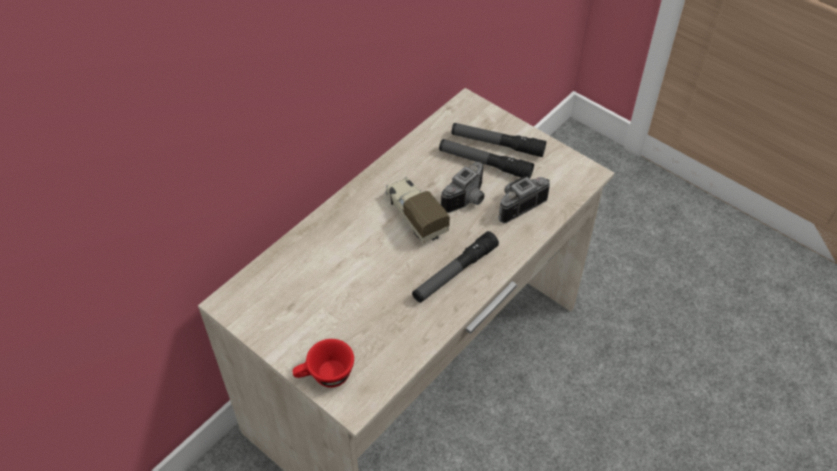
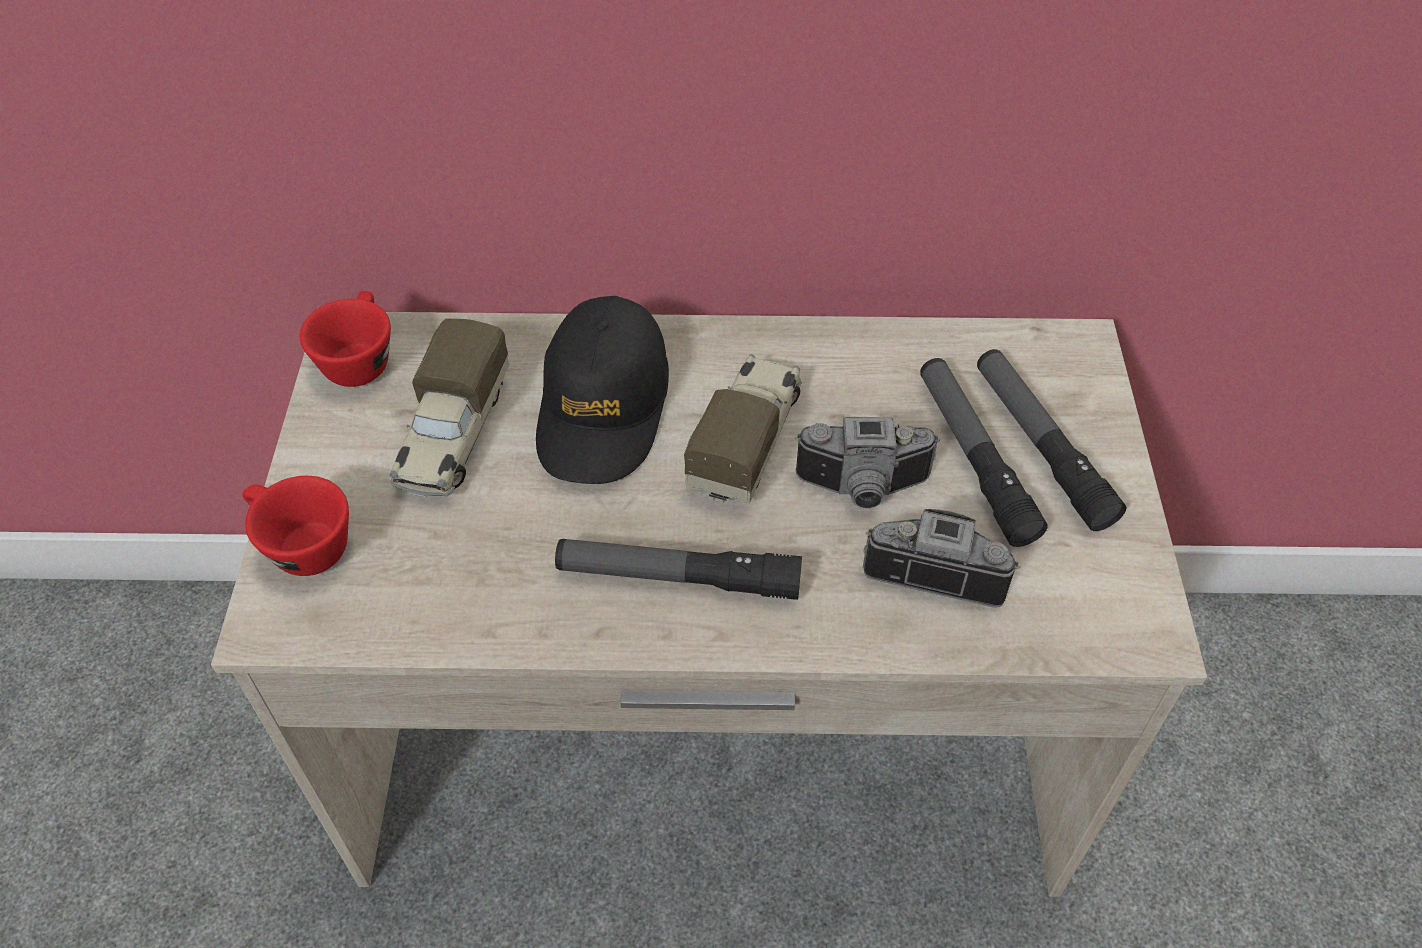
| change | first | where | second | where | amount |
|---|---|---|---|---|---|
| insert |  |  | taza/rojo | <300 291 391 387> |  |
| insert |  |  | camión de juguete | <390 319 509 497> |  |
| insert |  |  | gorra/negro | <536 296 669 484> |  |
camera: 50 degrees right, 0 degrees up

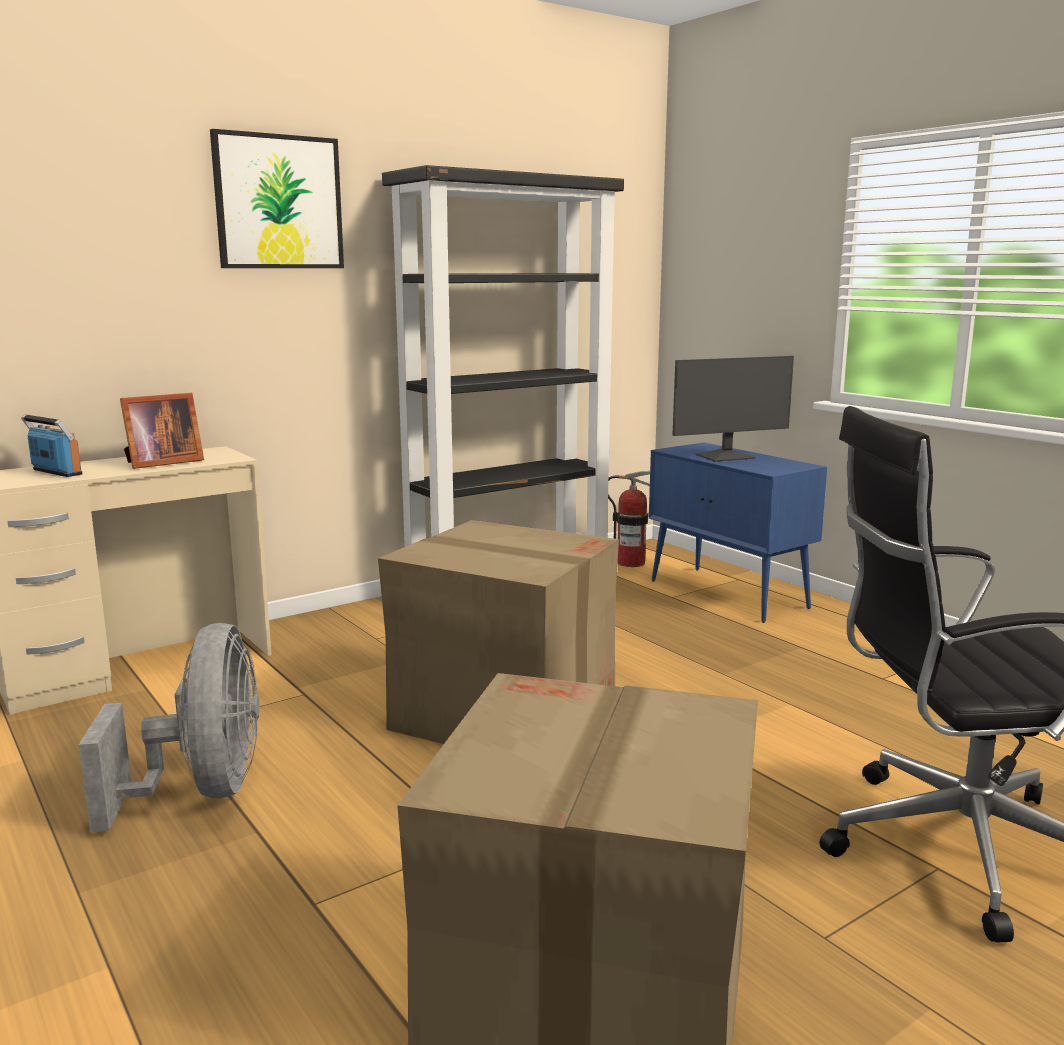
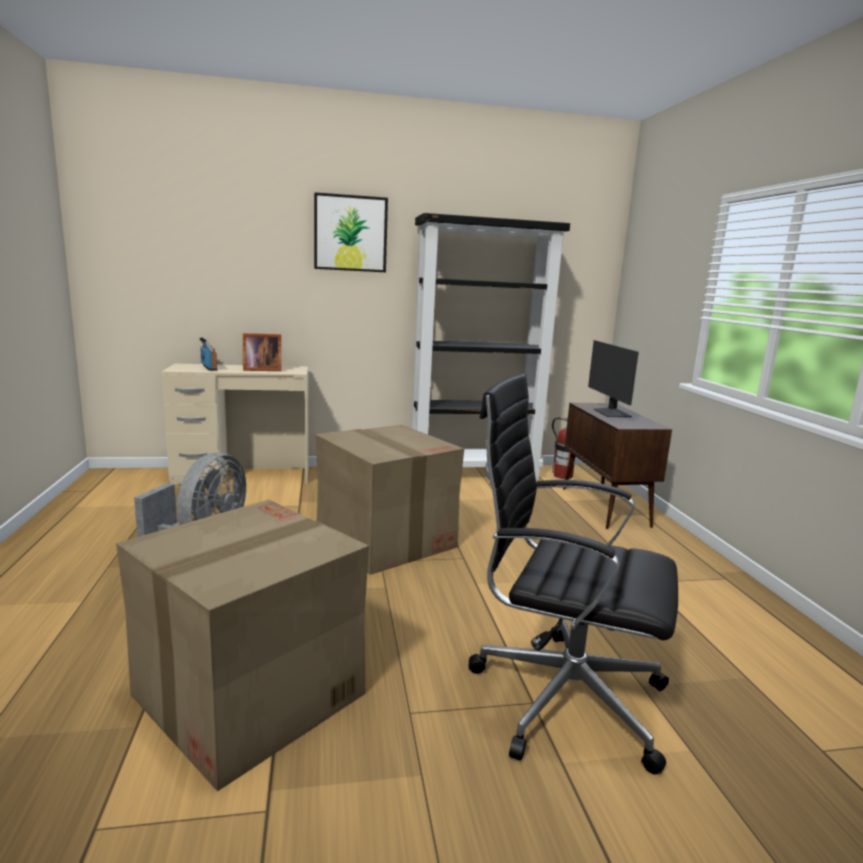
| change | first | where | second | where | amount |
|---|---|---|---|---|---|
| recolor | armario/azul | <649 442 827 623> | armario/marrón | <563 403 672 529> |  |
| rotate | monitor | <672 356 794 462> |  | <588 340 639 417> | 75 degrees clockwise |
camera: 25 degrees right, 0 degrees up

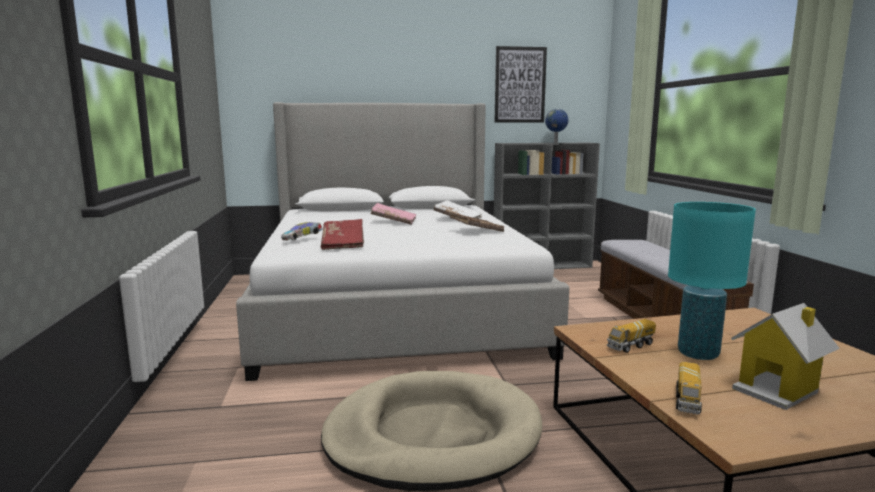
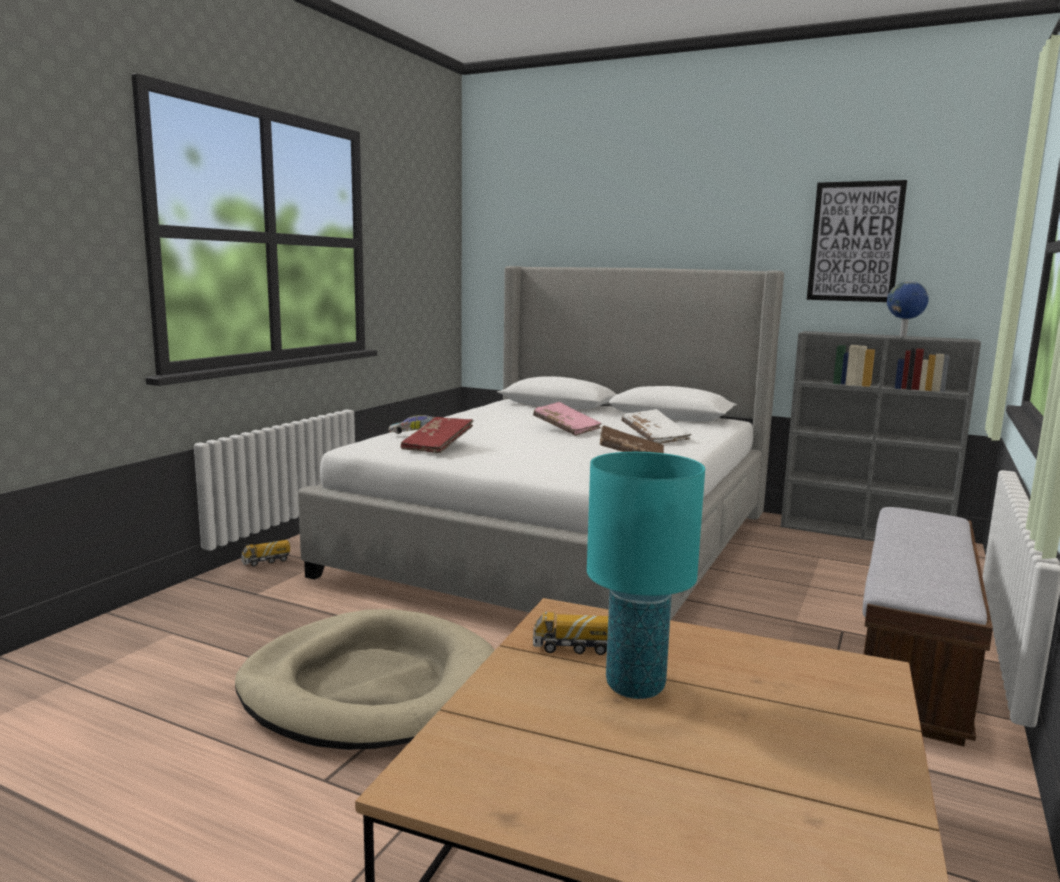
| change | first | where | second | where | amount |
|---|---|---|---|---|---|
| move | camión de juguete | <676 362 702 415> |  | <241 540 290 567> |  |
| delete | casita | <731 303 840 410> |  |  |  |
camera: 35 degrees right, 0 degrees up

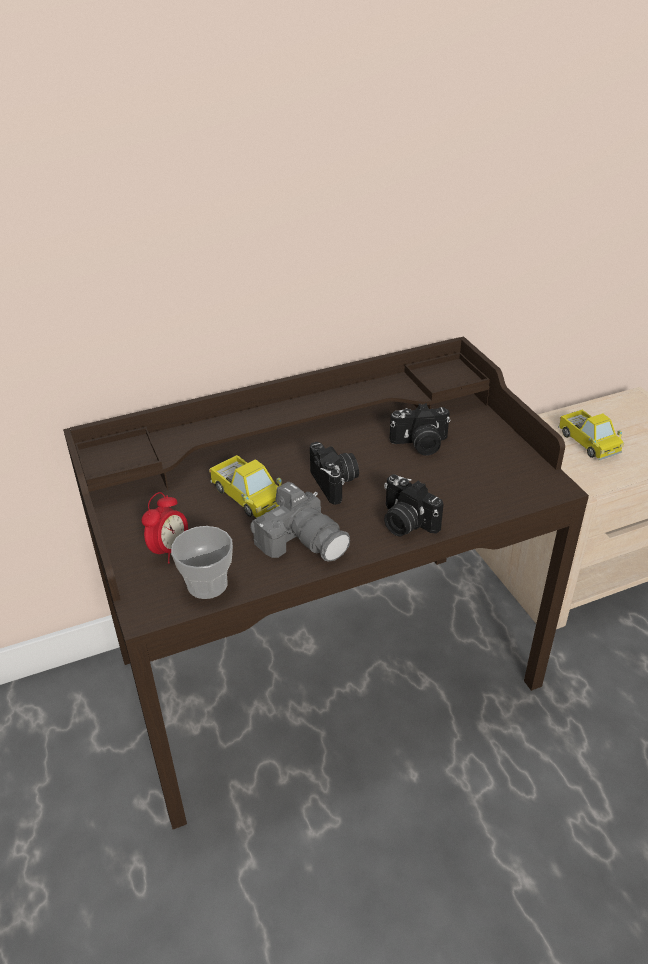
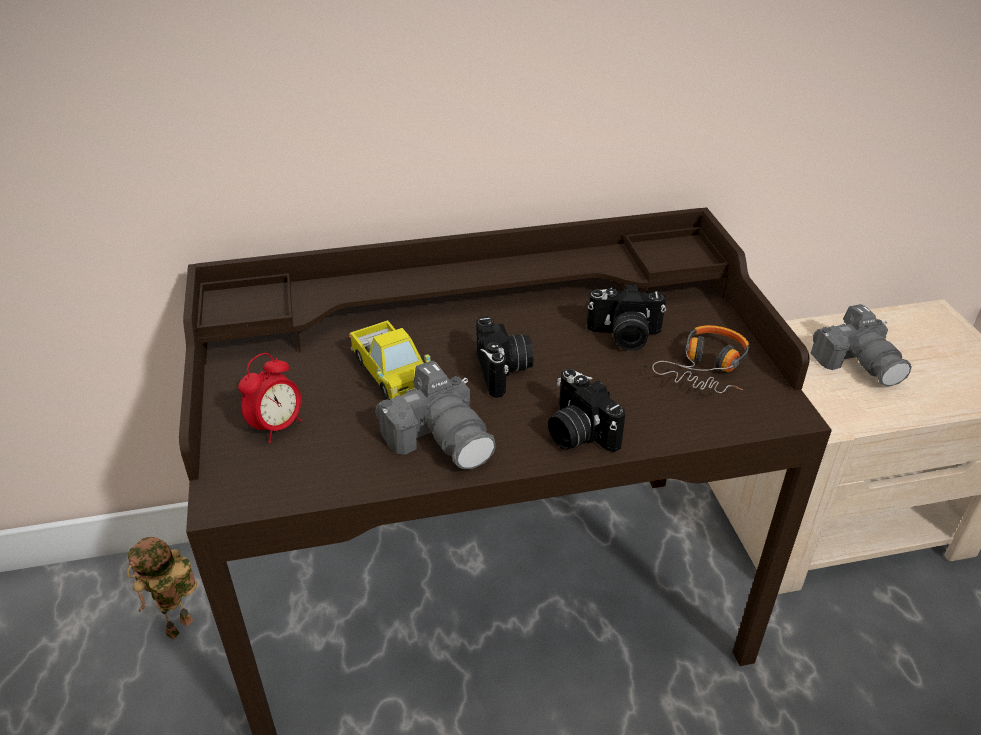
| change | first | where | second | where | amount |
|---|---|---|---|---|---|
| delete | taza | <171 526 233 599> |  |  |  |
| replace | camión de juguete | <558 410 624 460> | cámara | <811 304 911 387> |  |
| insert |  |  | robot de juguete | <127 537 197 639> |  |
| insert |  |  | auriculares | <652 325 749 393> |  |
camera: 10 degrees right, 0 degrees up

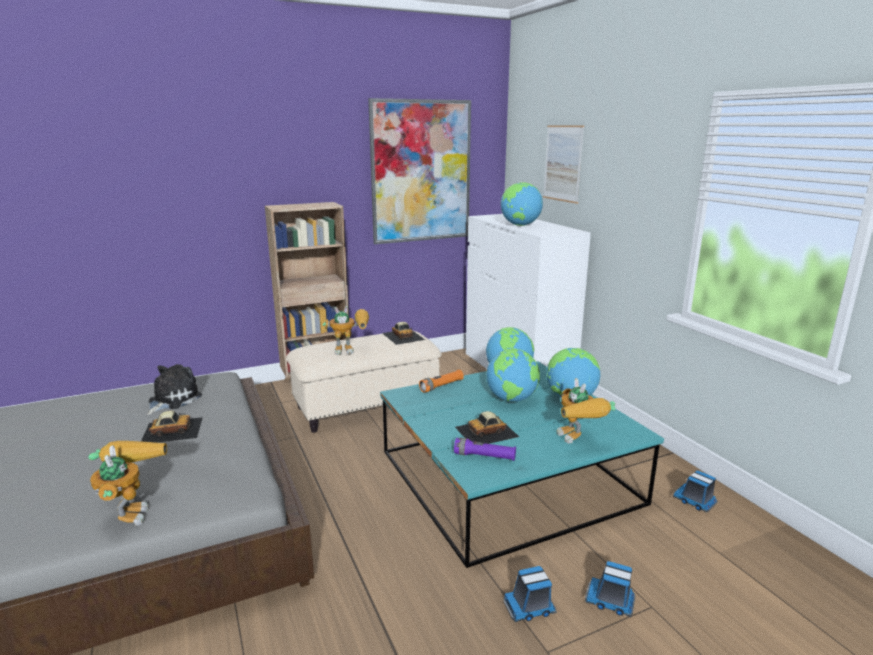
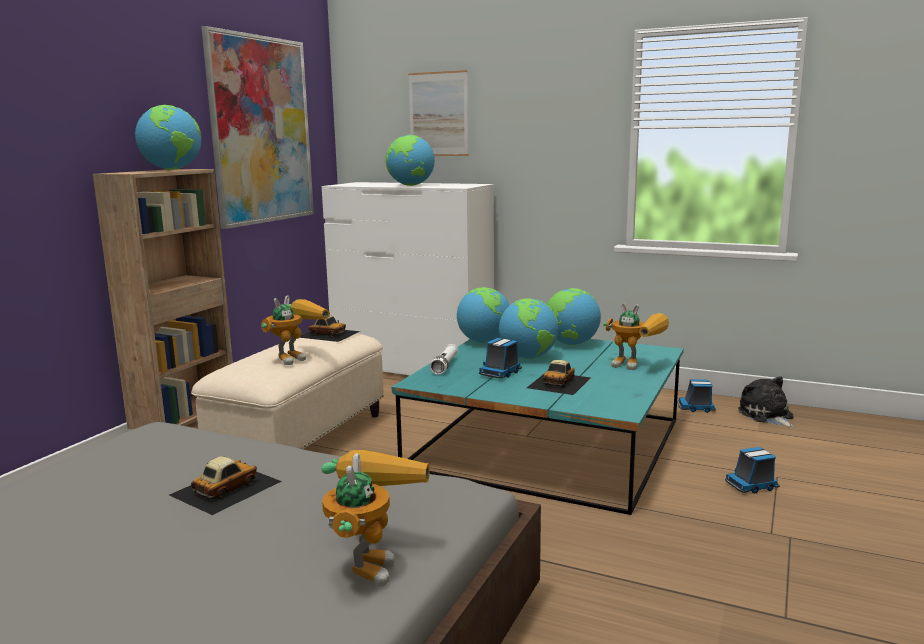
| change | first | where | second | where | amount |
|---|---|---|---|---|---|
| rotate | robot de juguete | <88 441 167 526> |  | <322 450 430 587> | 60 degrees clockwise |
| move | peluche | <146 364 202 415> |  | <738 376 795 428> |  |
| recolor | linterna/naranja | <419 369 464 393> | linterna/blanco | <430 344 458 375> |  |
| delete | linterna/morado | <454 438 516 461> |  |  |  |
| move | camión de juguete | <503 566 557 622> |  | <479 338 522 378> |  |
| insert |  |  | globo terráqueo | <135 105 201 170> |  |
camera: 40 degrees left, 5 degrees down

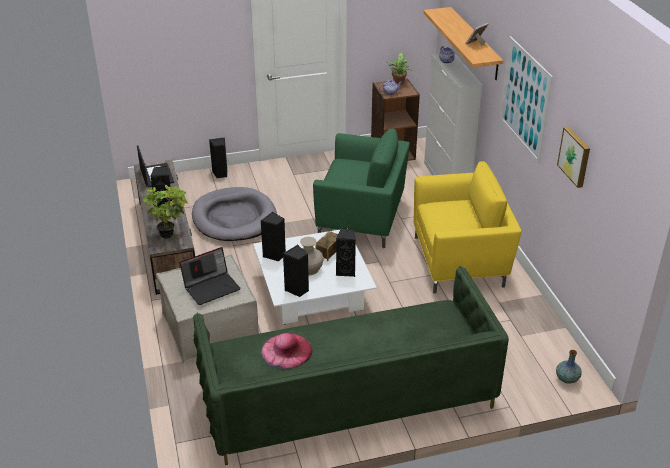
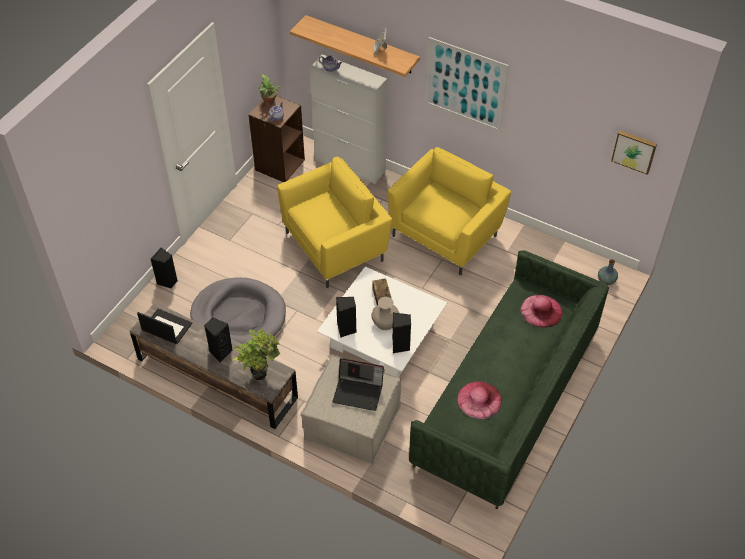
| change | first | where | second | where | amount |
|---|---|---|---|---|---|
| rotate | portátil | <179 247 241 305> |  | <332 358 384 411> | 90 degrees clockwise |
| recolor | sillón/verde | <313 128 410 248> | sillón/amarillo | <277 156 392 288> |  |
| delete | altavoz/negro | <336 228 356 277> |  |  |  |
| move | cuadro | <557 126 590 188> |  | <611 131 657 175> |  |
| insert |  |  | sombrero/rosa | <521 295 562 328> |  |
camera: 45 degrees left, 15 degrees up

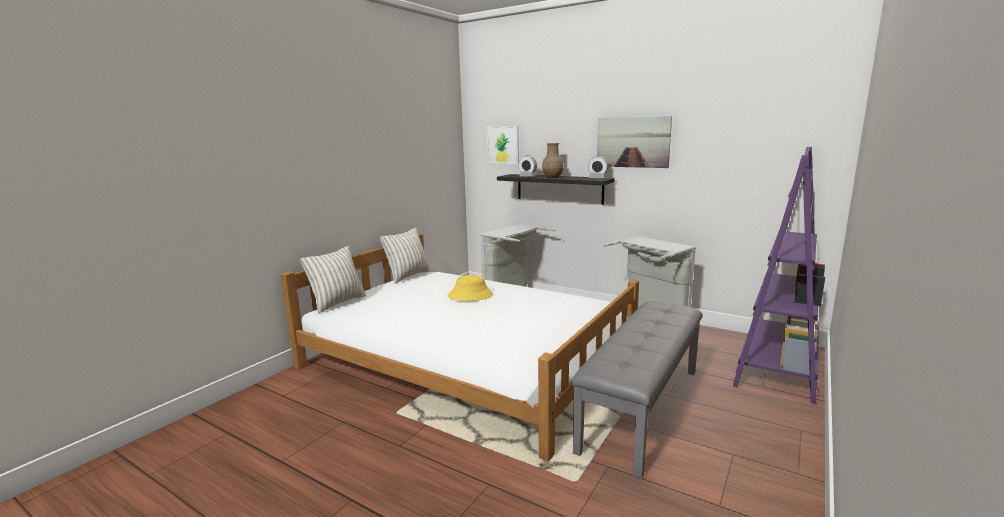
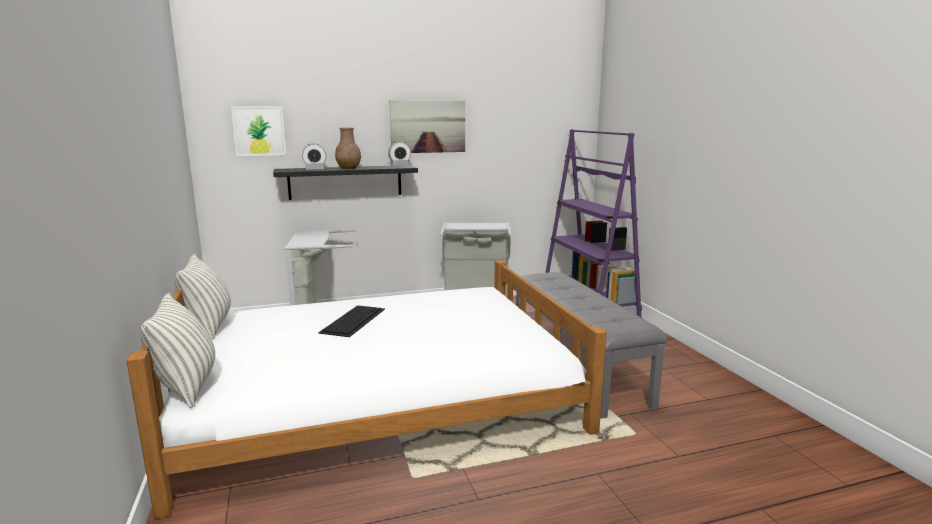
| change | first | where | second | where | amount |
|---|---|---|---|---|---|
| replace | sombrero/amarillo | <447 275 493 301> | teclado | <318 305 385 337> |  |
camera: 50 degrees left, 0 degrees up

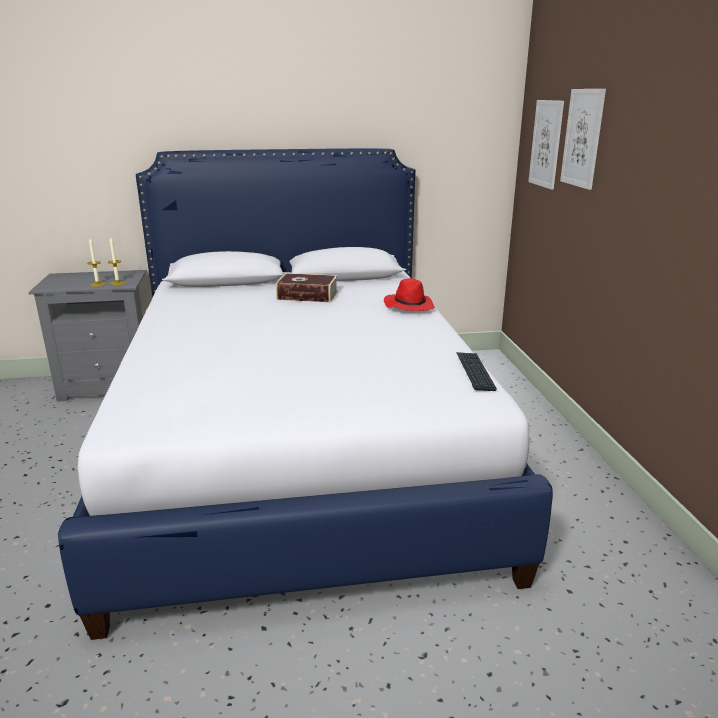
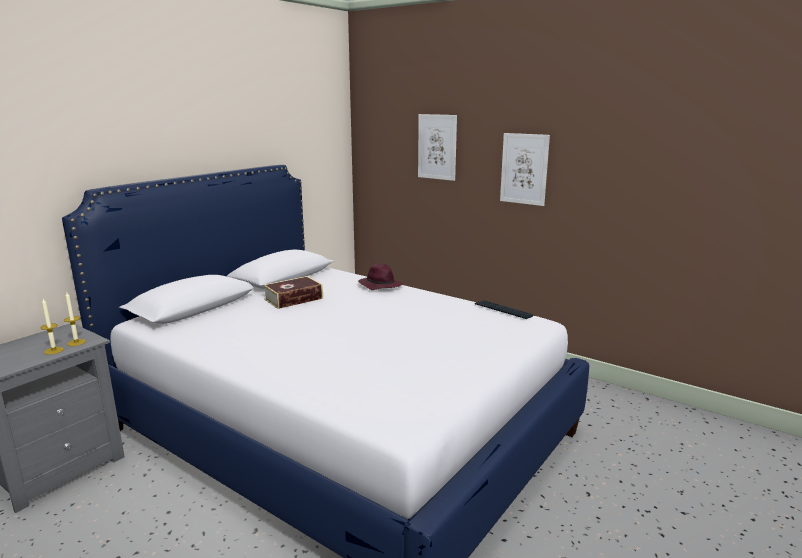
| change | first | where | second | where | amount |
|---|---|---|---|---|---|
| recolor | sombrero/rojo | <384 278 435 311> | sombrero/morado | <358 263 403 290> |  |
| move | cuadro | <528 100 564 190> |  | <500 133 550 206> |  |
camera: 45 degrees left, 5 degrees down

